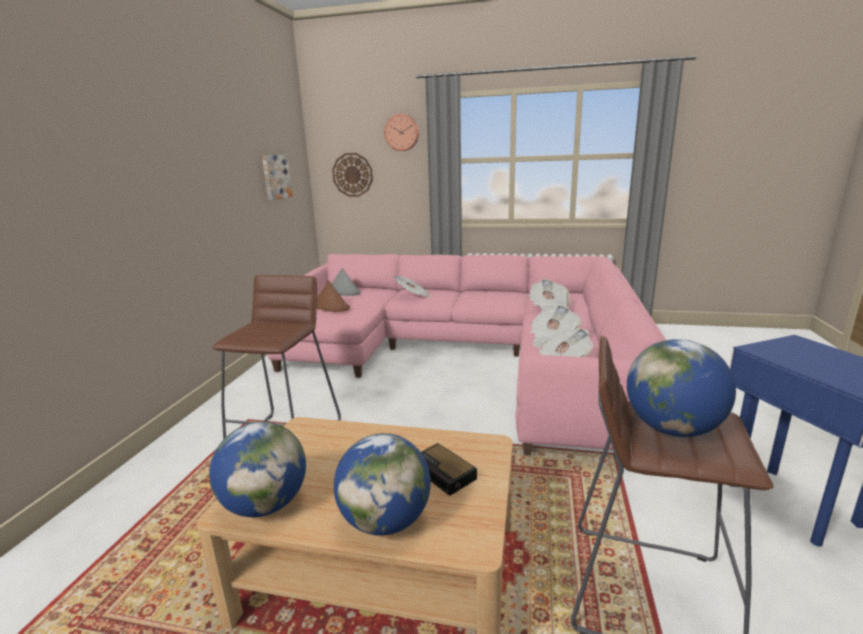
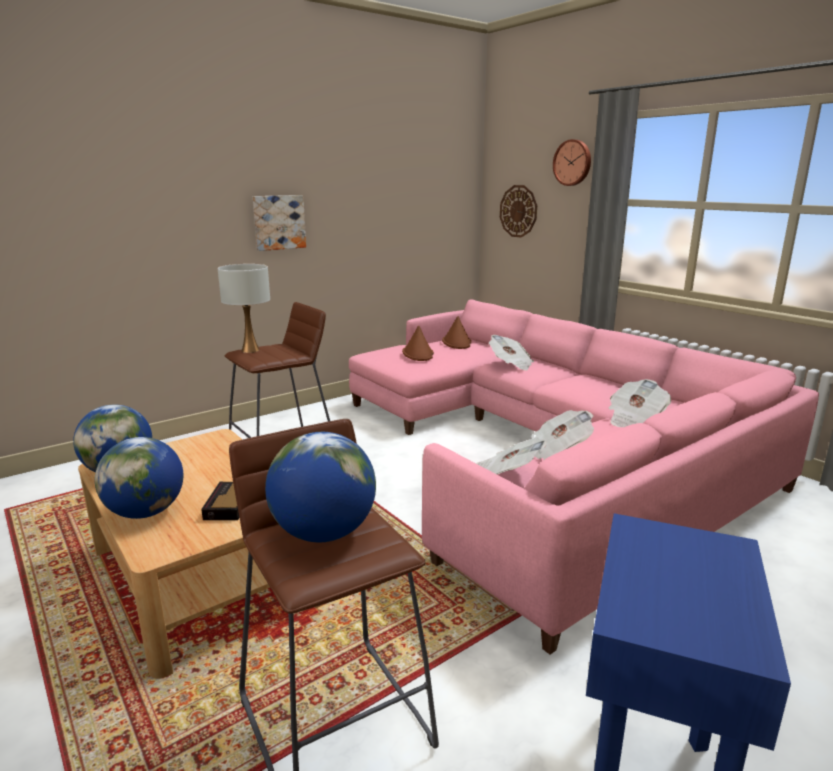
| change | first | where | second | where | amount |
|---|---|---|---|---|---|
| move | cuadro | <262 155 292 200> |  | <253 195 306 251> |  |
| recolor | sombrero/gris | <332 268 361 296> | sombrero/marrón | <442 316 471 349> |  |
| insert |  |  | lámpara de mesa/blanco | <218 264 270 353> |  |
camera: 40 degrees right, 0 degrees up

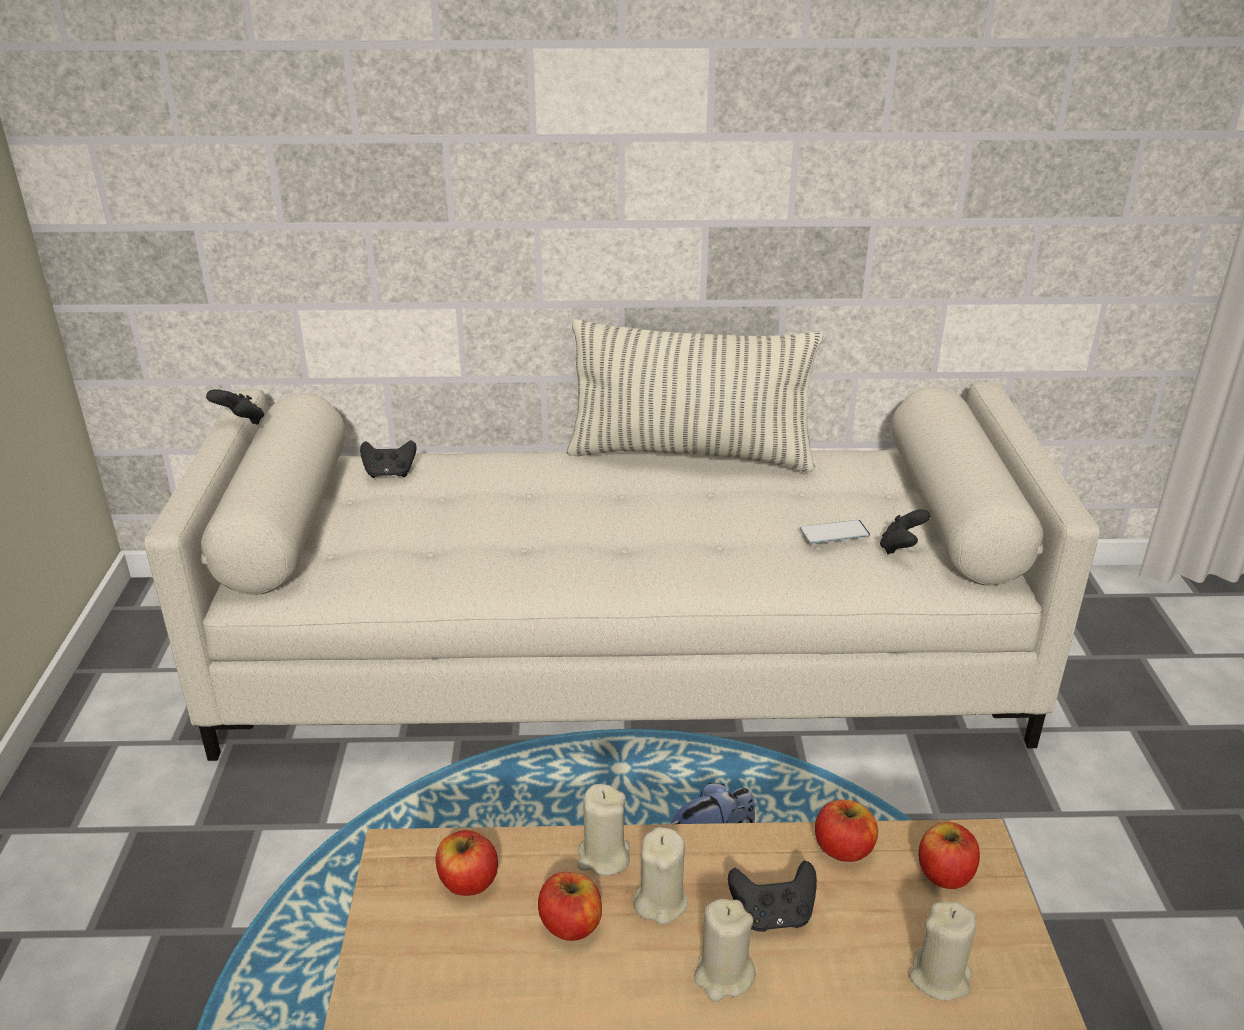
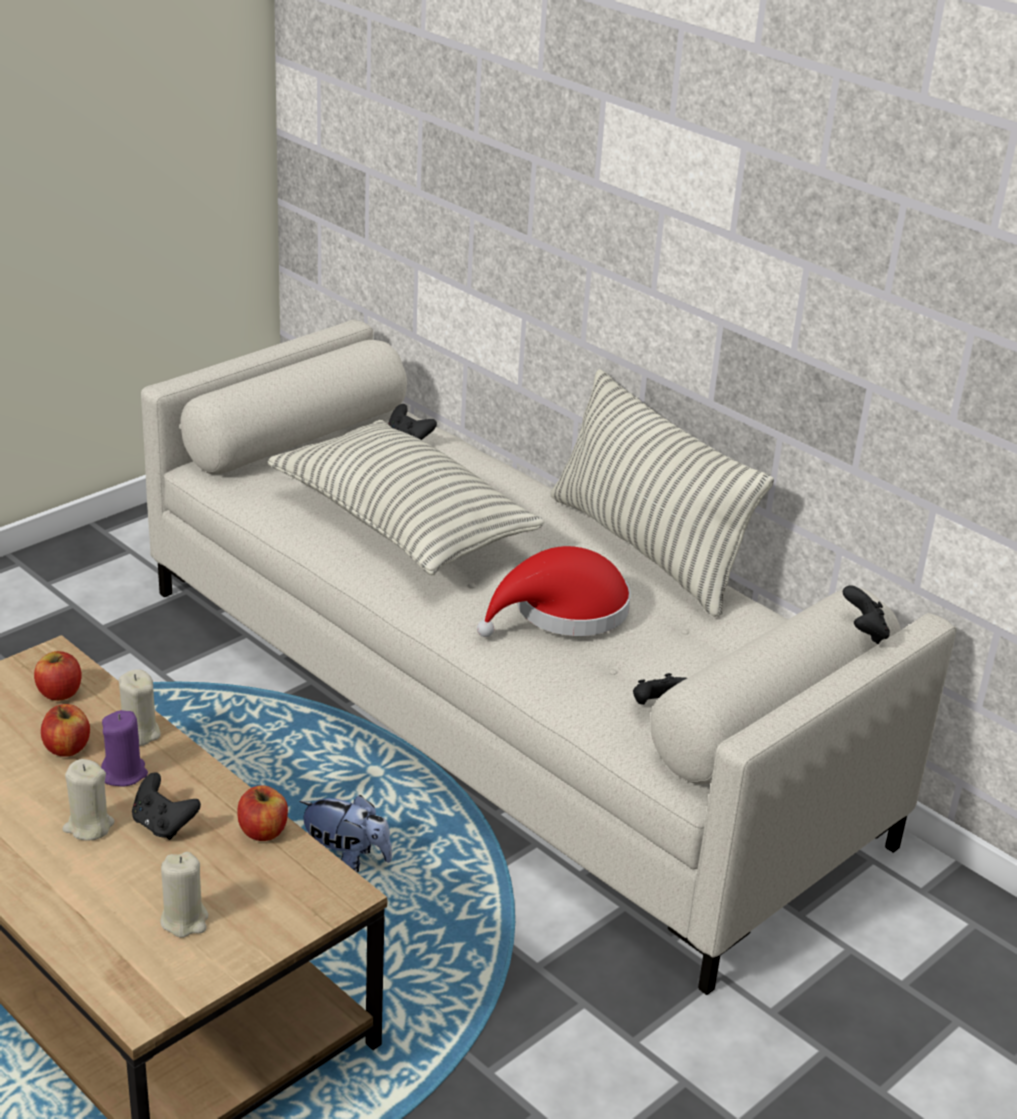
| change | first | where | second | where | amount |
|---|---|---|---|---|---|
| move | mando de consola/negro | <206 389 264 425> |  | <843 585 890 644> |  |
| recolor | vela/beis | <633 827 688 925> | vela/morado | <101 710 148 786> |  |
| delete | móvil | <800 520 870 544> |  |  |  |
| delete | manzana | <918 822 980 889> |  |  |  |
| insert |  |  | cojín | <267 420 545 575> |  |
| insert |  |  | sombrero/rojo | <477 546 631 637> |  |
camera: 45 degrees right, 0 degrees up

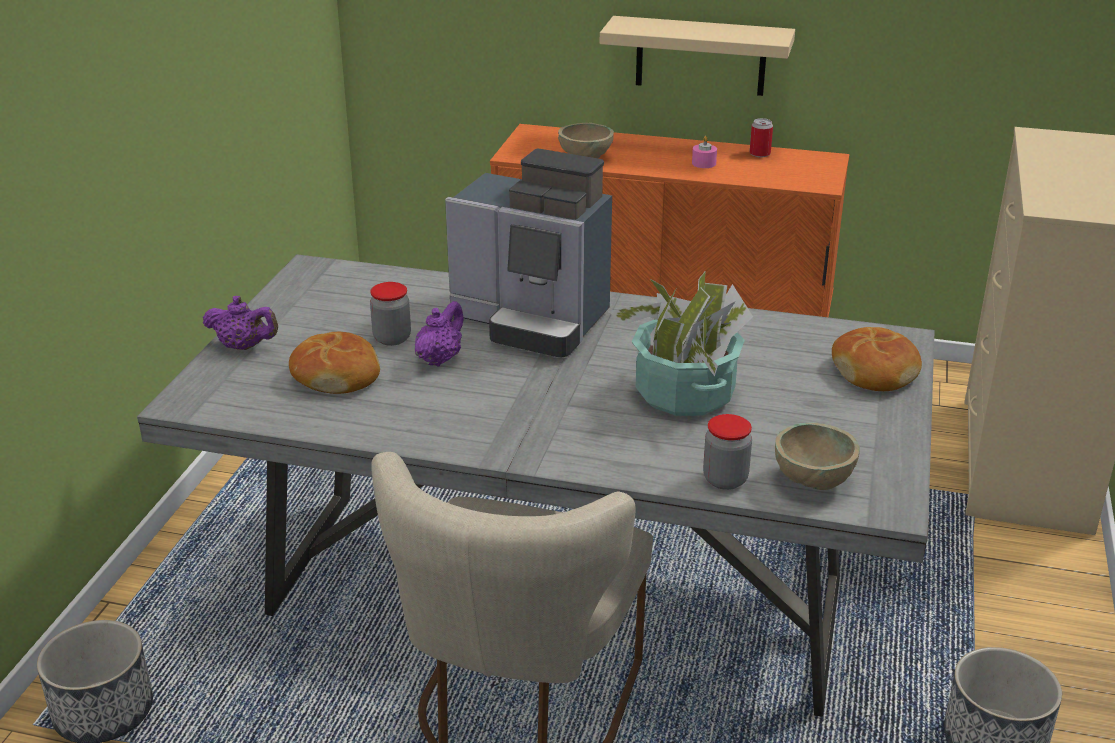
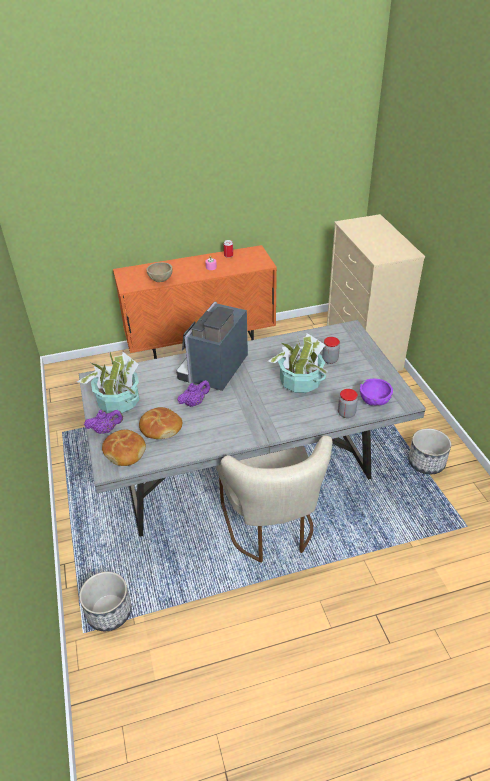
| change | first | where | second | where | amount |
|---|---|---|---|---|---|
| move | tarro | <370 282 411 346> |  | <322 337 340 364> |  |
| rotate | tetera/morado | <415 301 463 367> |  | <178 380 210 407> | 60 degrees clockwise |
| rotate | cafetera | <445 149 612 357> |  | <176 301 248 391> | 120 degrees clockwise |
| delete | estante/beis | <600 16 795 96> |  |  |  |
| recolor | cuenco/beis | <775 422 860 490> | cuenco/morado | <360 379 393 406> |  |
| move | pan | <832 327 922 391> |  | <102 430 146 466> |  |
| insert |  |  | planta en maceta | <77 352 140 413> |  |
camera: 30 degrees left, 10 degrees up

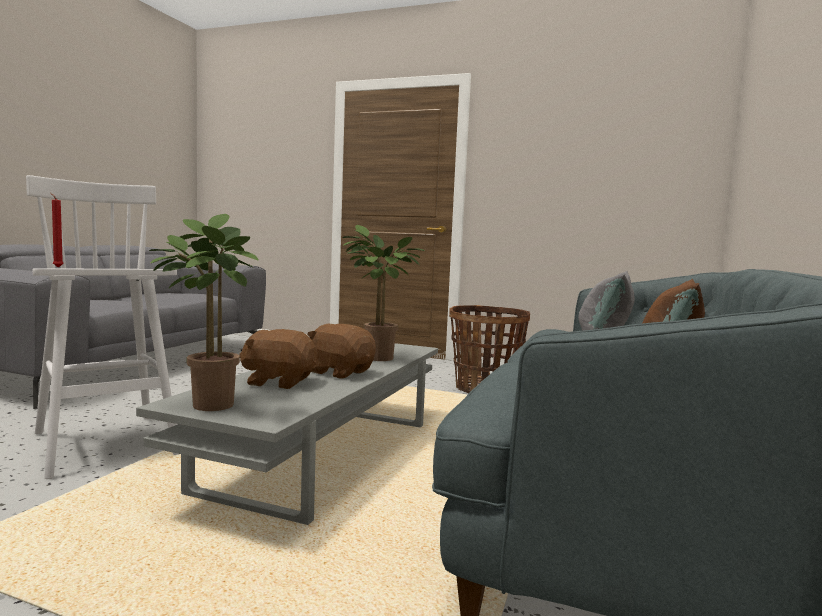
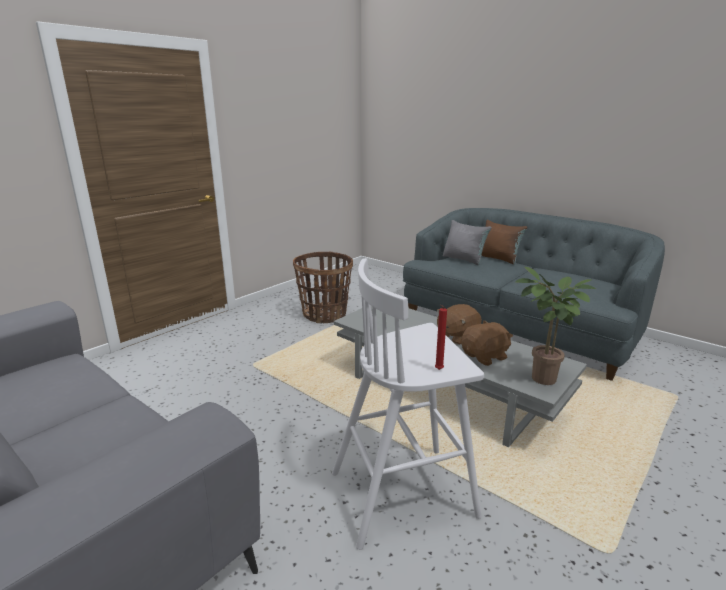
| change | first | where | second | where | amount |
|---|---|---|---|---|---|
| rotate | peluche/marrón | <239 329 318 389> |  | <461 320 513 366> | 150 degrees counterclockwise |
| delete | planta en maceta | <343 225 425 361> |  |  |  |
camera: 70 degrees left, 15 degrees up

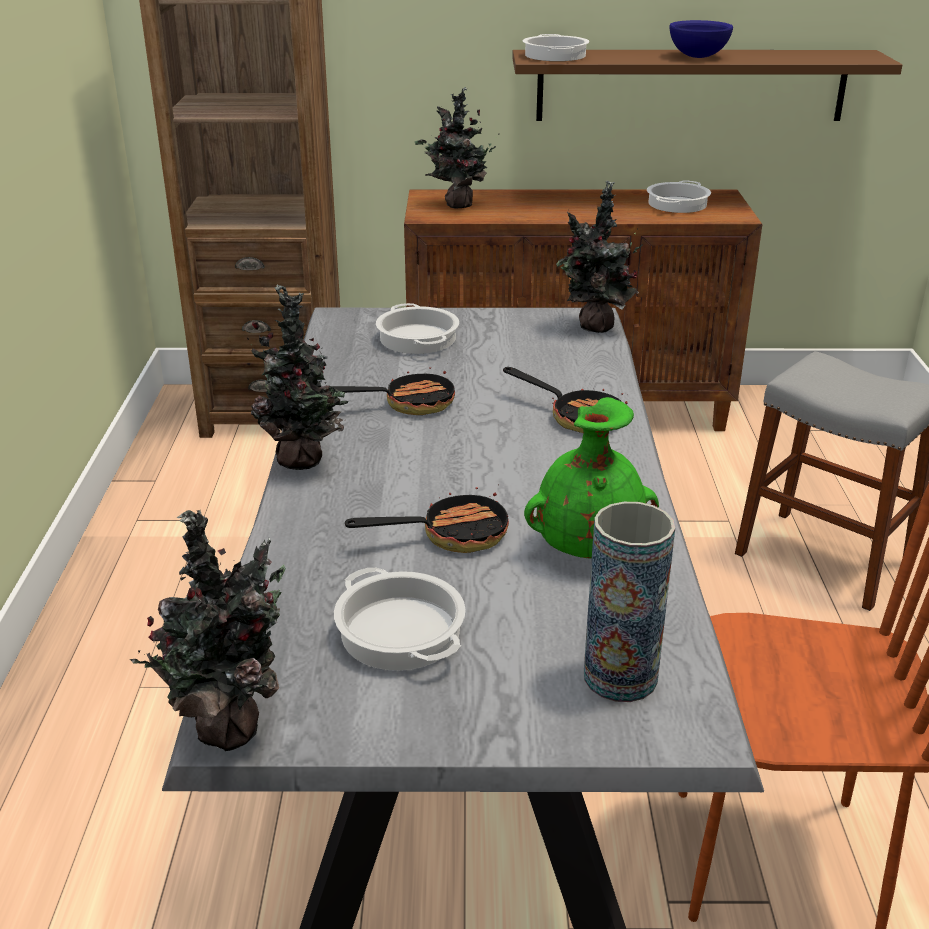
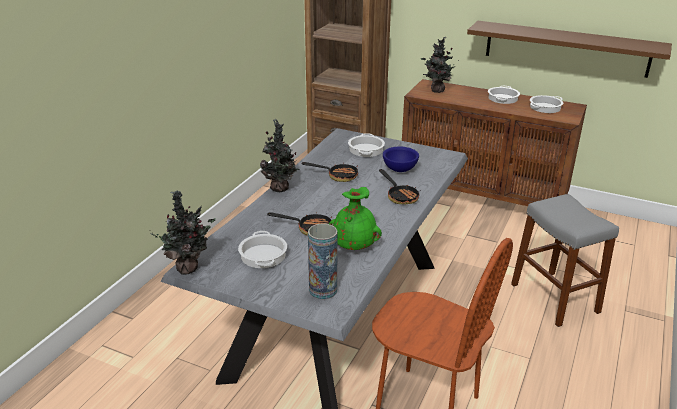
| change | first | where | second | where | amount |
|---|---|---|---|---|---|
| move | olla | <523 34 590 61> |  | <488 86 520 104> |  |
| delete | planta en maceta | <556 181 643 333> |  |  |  |
| move | cuenco/azul | <670 20 733 58> |  | <383 147 419 172> |  |
camera: 25 degrees right, 0 degrees up

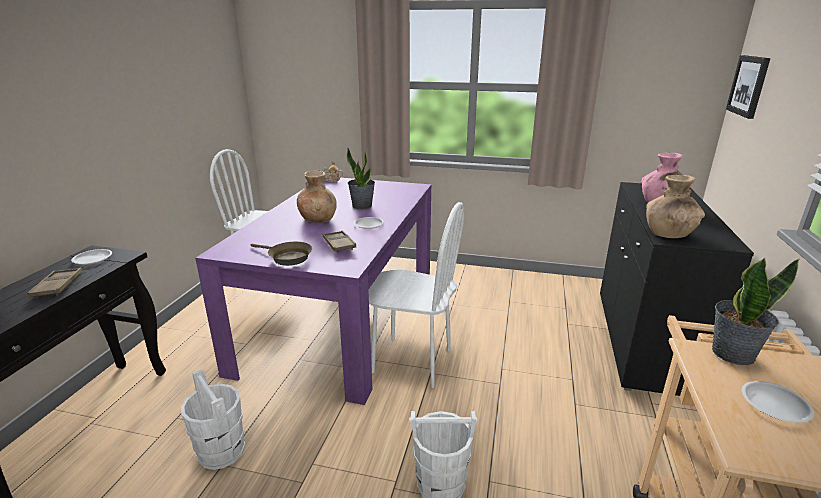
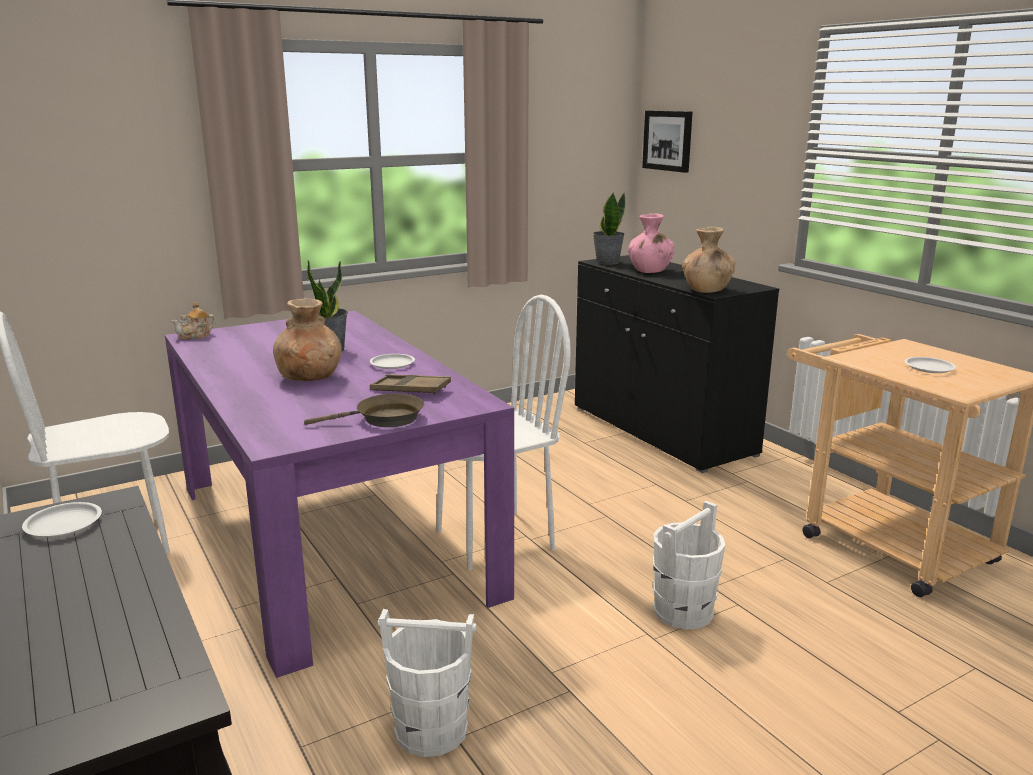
| change | first | where | second | where | amount |
|---|---|---|---|---|---|
| delete | bandeja/marrón | <27 267 83 298> |  |  |  |
| move | planta en maceta | <712 257 799 365> |  | <593 192 625 265> |  |
camera: 45 degrees left, 5 degrees down

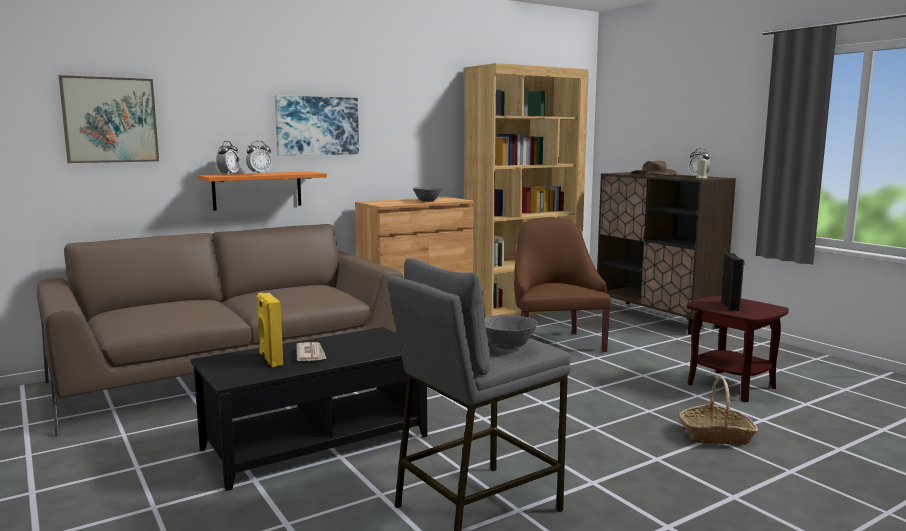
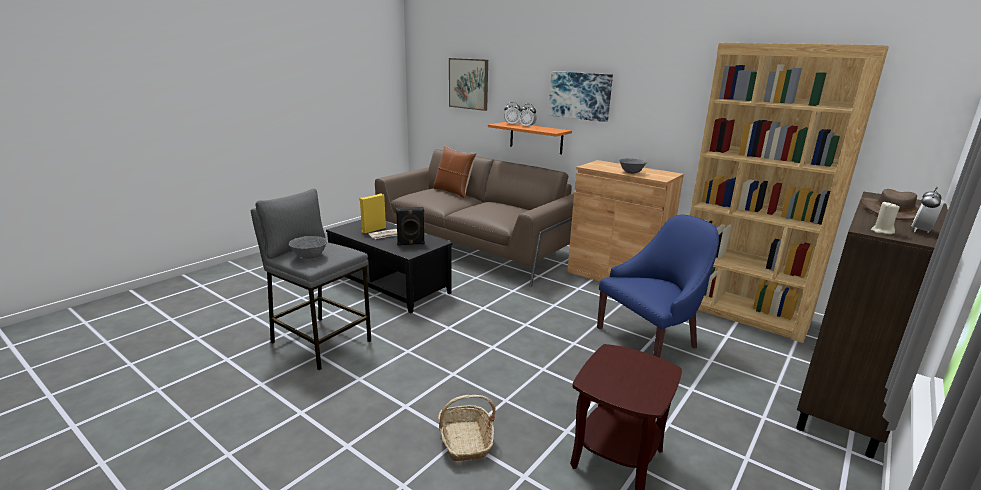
| change | first | where | second | where | amount |
|---|---|---|---|---|---|
| recolor | sillón/marrón | <514 217 612 352> | sillón/azul | <597 215 719 358> |  |
| move | altavoz/negro | <721 253 745 311> |  | <396 207 425 246> |  |
| insert |  |  | cojín/marrón | <433 146 476 198> |  |
camera: 70 degrees right, 10 degrees up

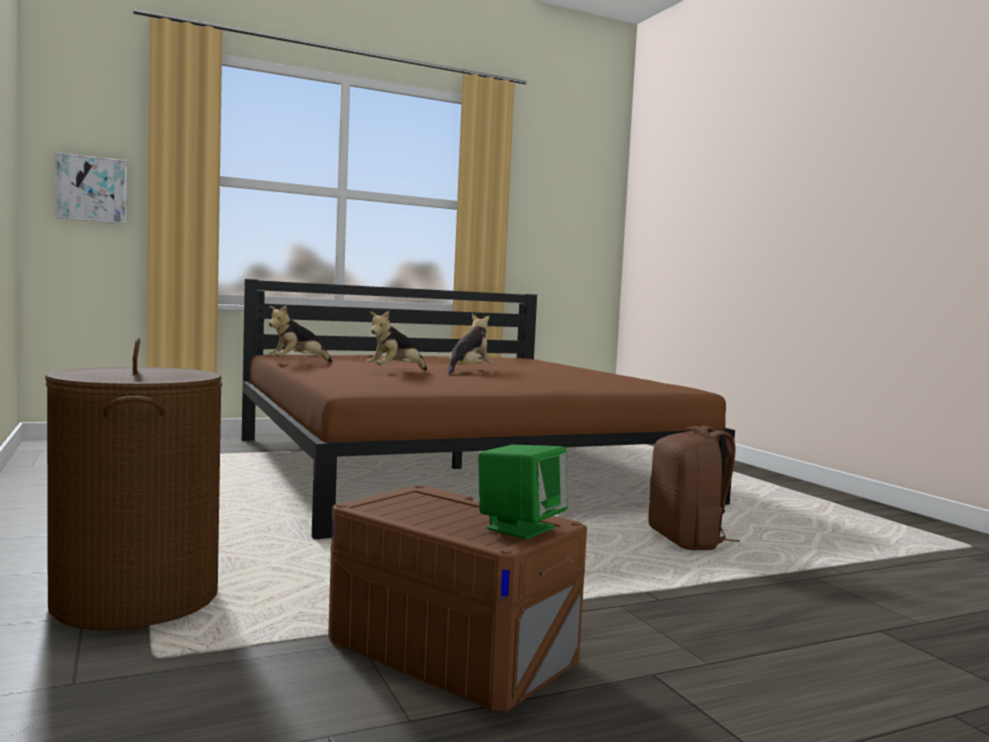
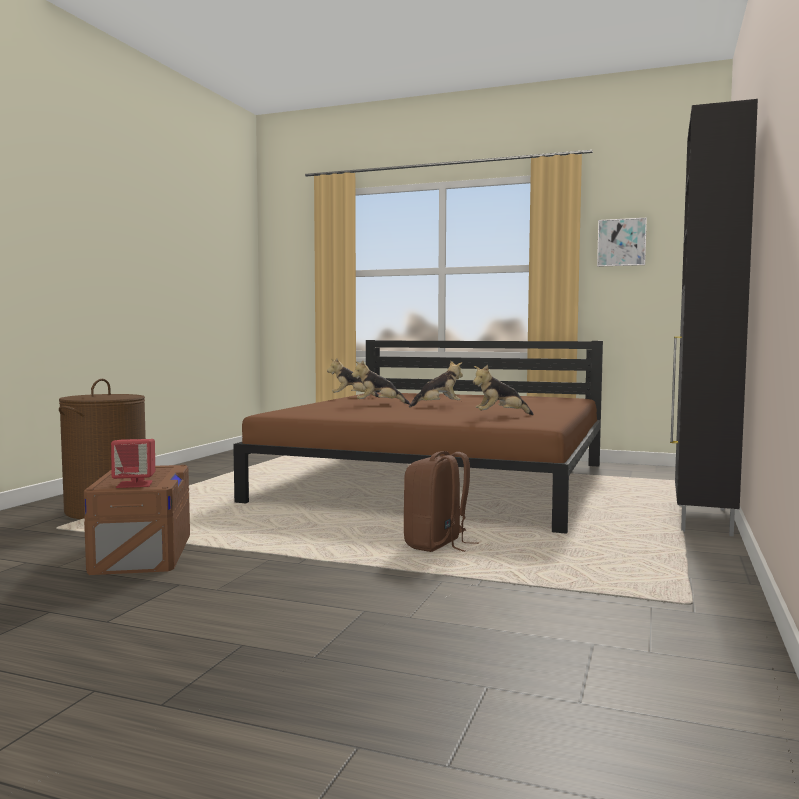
| change | first | where | second | where | amount |
|---|---|---|---|---|---|
| move | cuadro | <55 153 127 224> |  | <597 218 647 267> |  |
| recolor | altavoz/verde | <478 445 568 539> | altavoz/rojo | <111 439 155 488> |  |
| insert |  |  | peluche | <473 365 533 415> |  |
| insert |  |  | armario/negro | <670 99 758 536> |  |
camera: 45 degrees right, 0 degrees up

